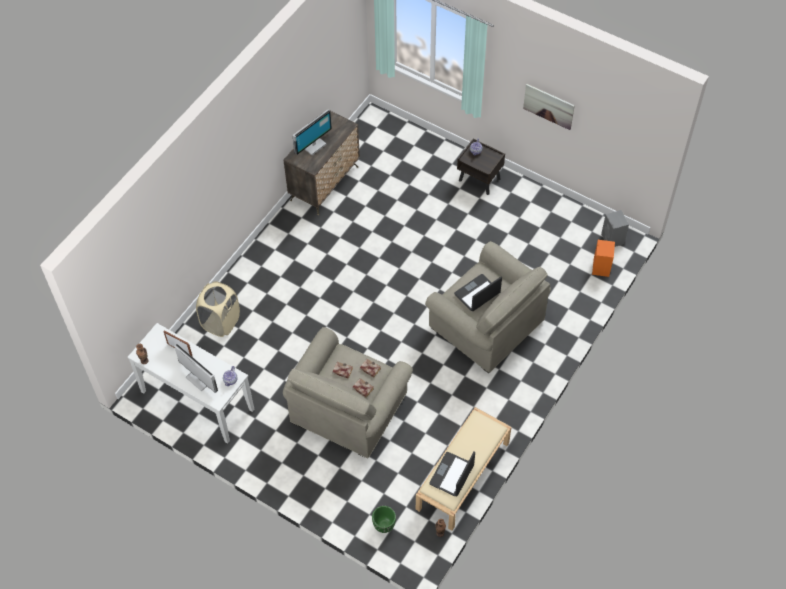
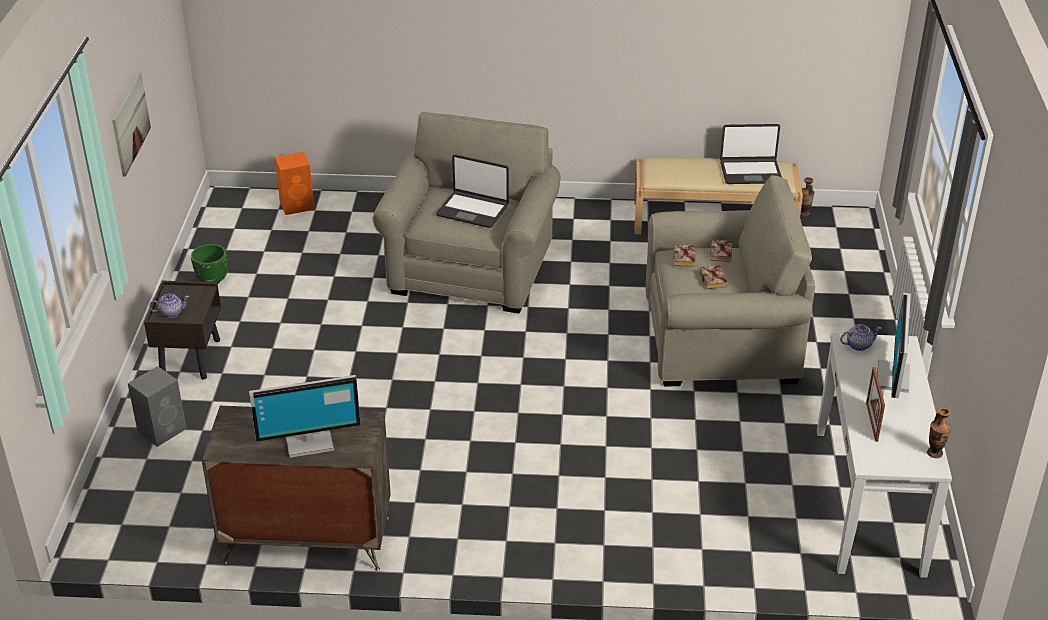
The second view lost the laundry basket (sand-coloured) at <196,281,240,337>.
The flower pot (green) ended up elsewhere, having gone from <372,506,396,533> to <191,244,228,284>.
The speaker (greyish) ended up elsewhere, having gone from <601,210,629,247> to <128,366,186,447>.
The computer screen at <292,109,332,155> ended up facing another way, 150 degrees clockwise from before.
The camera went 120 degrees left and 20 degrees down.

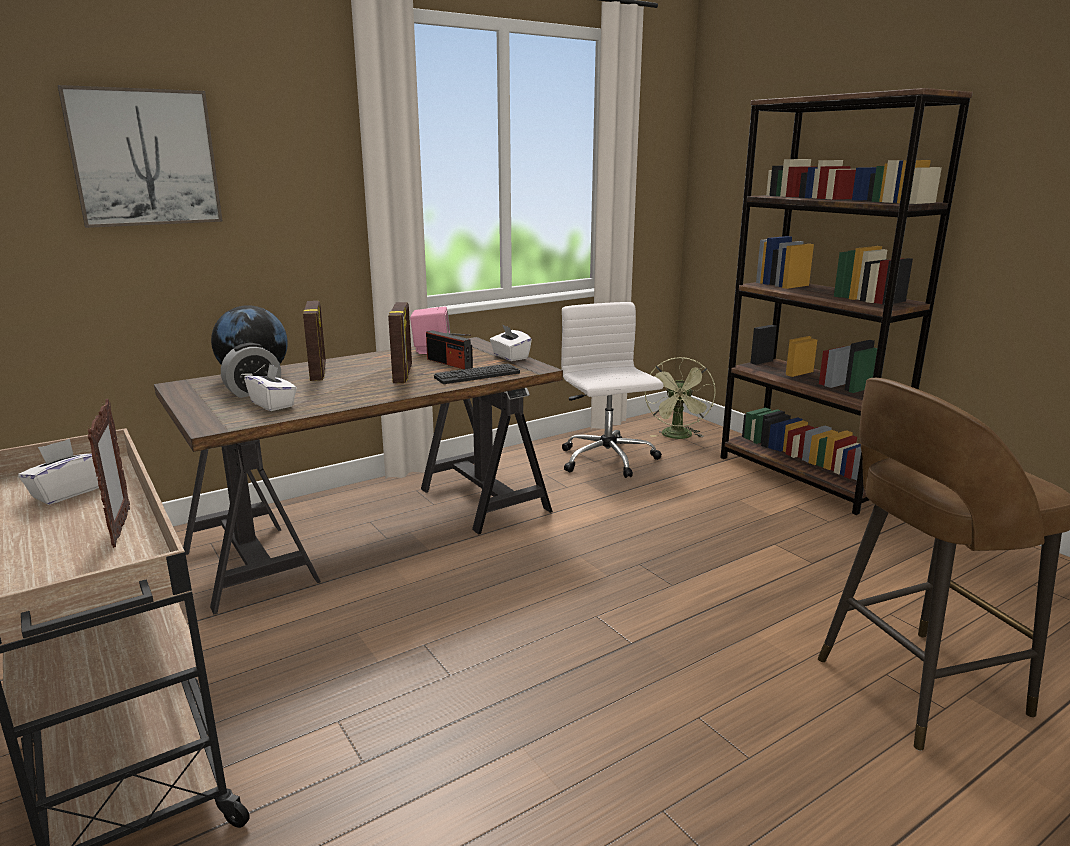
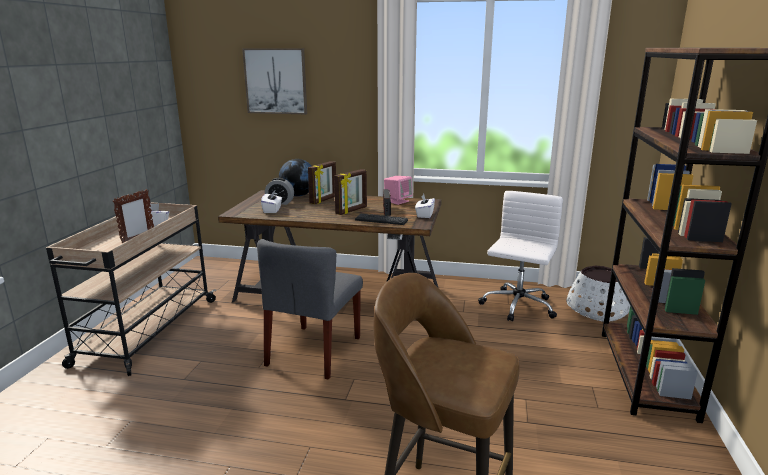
The second view gained the chair (greyish) at <257,239,363,380>.
Where the cooling fan (green) stood at <645,357,715,439>, the flower pot (whitish) came to stand at <567,266,630,322>.
The camera went 45 degrees right and 0 degrees up.

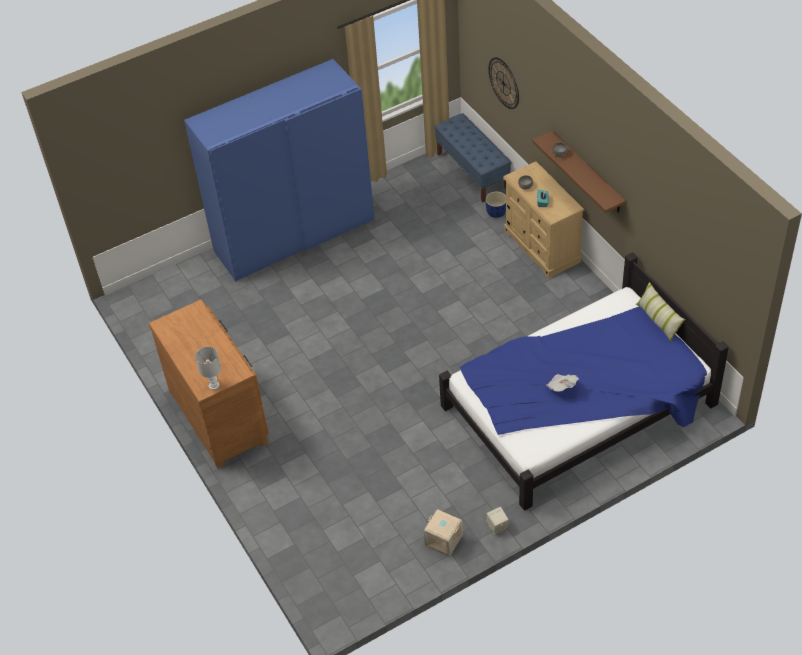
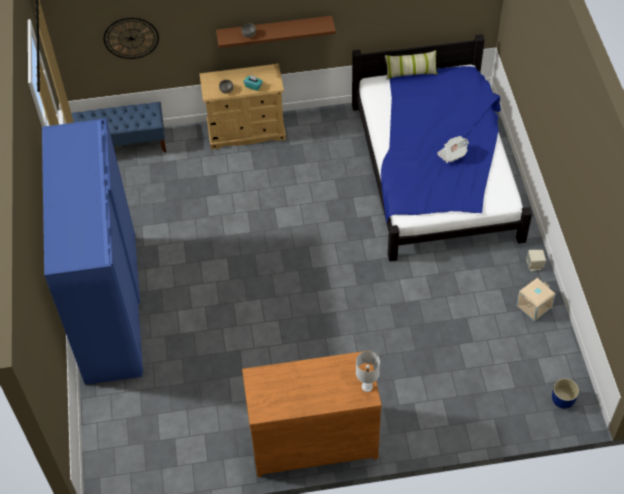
The flower pot (blue) ended up elsewhere, having gone from <486,191,506,218> to <552,378,579,409>.
The camera went 70 degrees left and 5 degrees up.

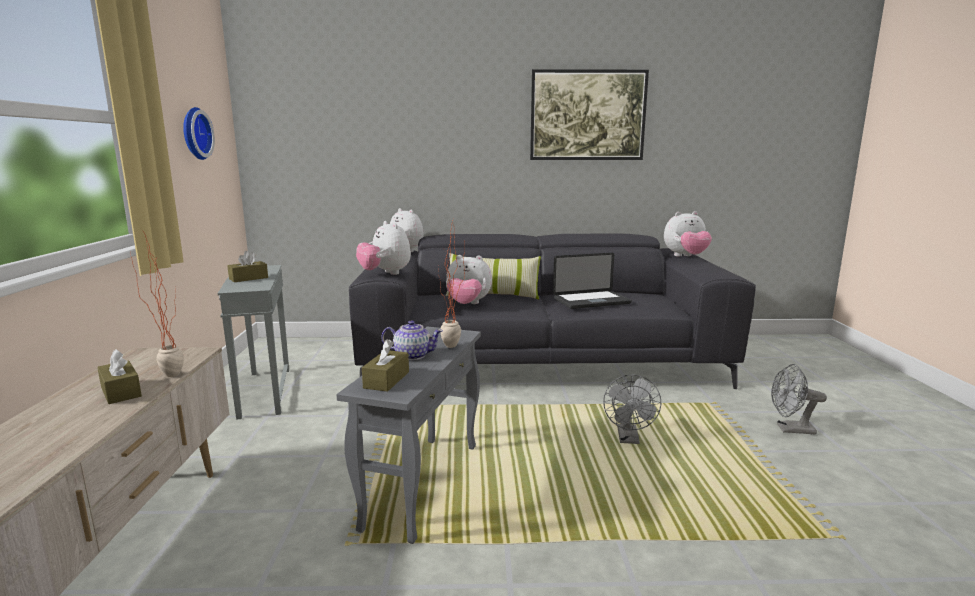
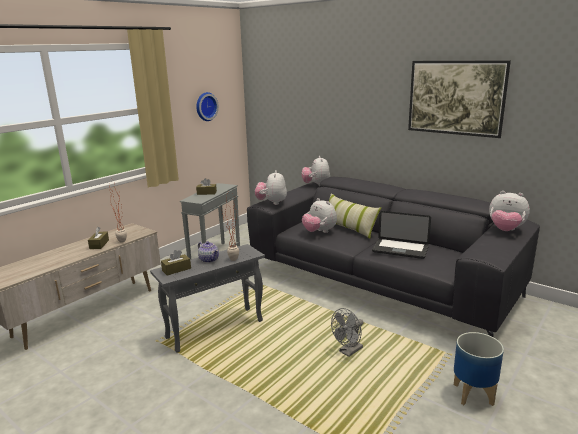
Where the cooling fan (greyish) stood at <771,364,827,434>, the flower pot came to stand at <454,332,504,406>.
The camera went 40 degrees right and 5 degrees up.

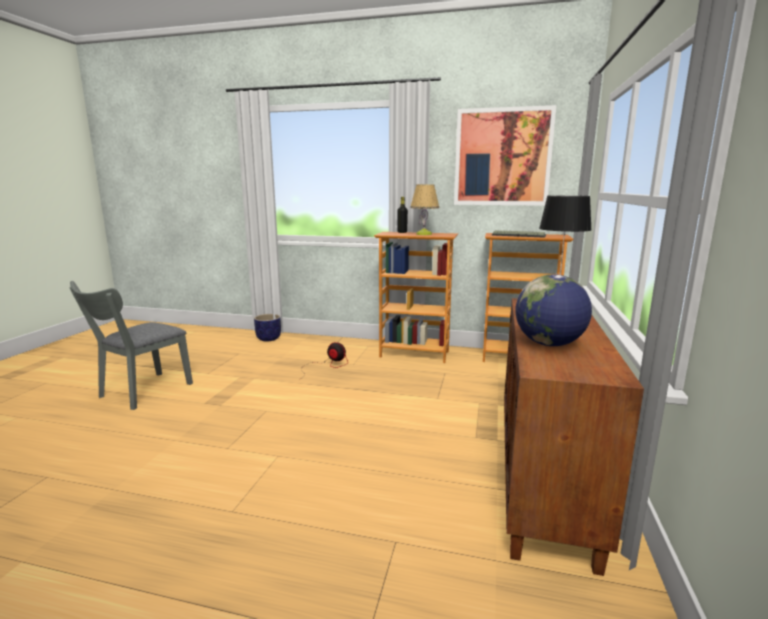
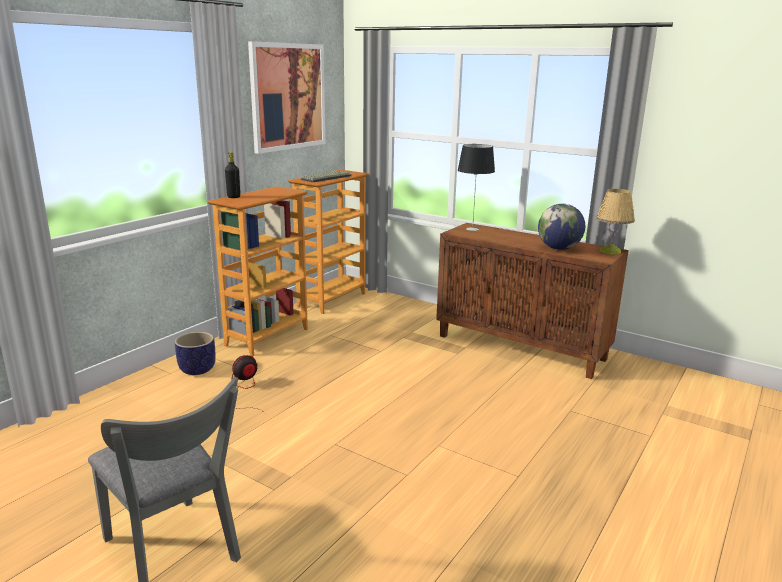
The flower pot ended up elsewhere, having gone from <254,314,281,341> to <175,332,216,375>.
The lamp for a table ended up elsewhere, having gone from <410,184,439,235> to <596,189,635,254>.
The camera went 70 degrees left and 5 degrees up.

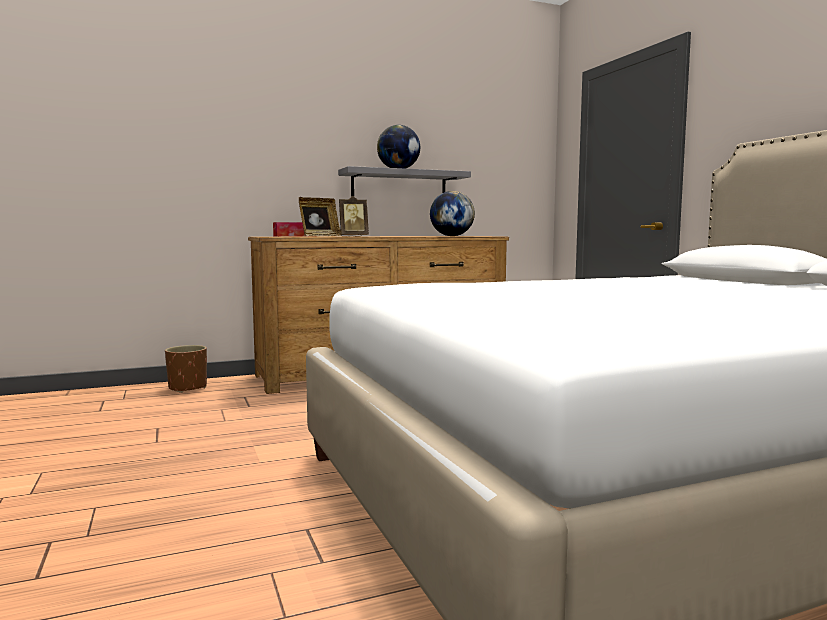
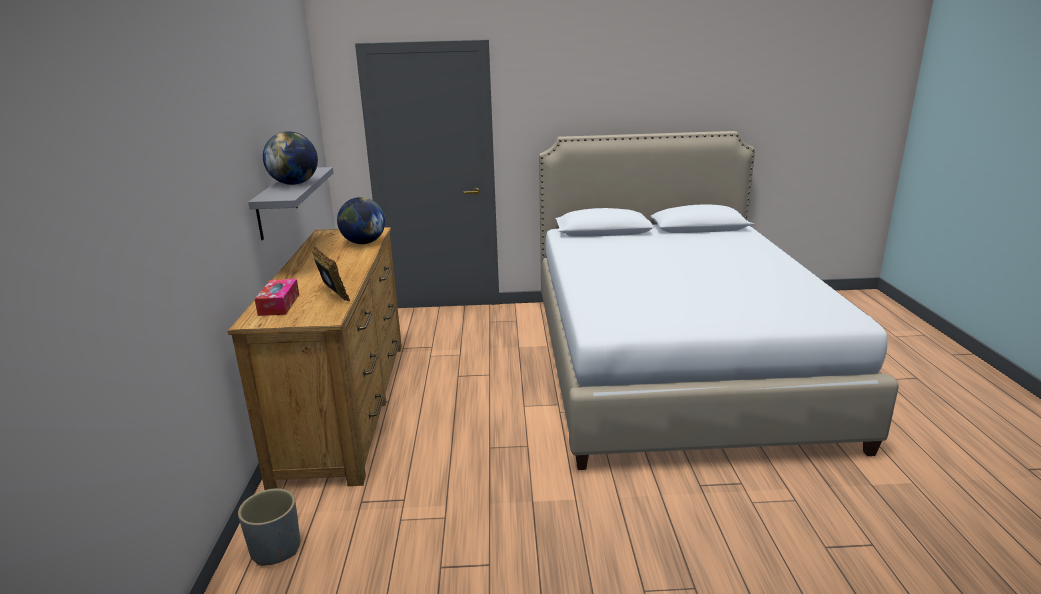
The second view lost the standing frame at <339,196,369,237>.
What was the flower pot (brown-coloured) at <165,345,207,393> turned into the flower pot (greyish) at <238,488,300,566>.
The camera went 70 degrees left and 15 degrees up.

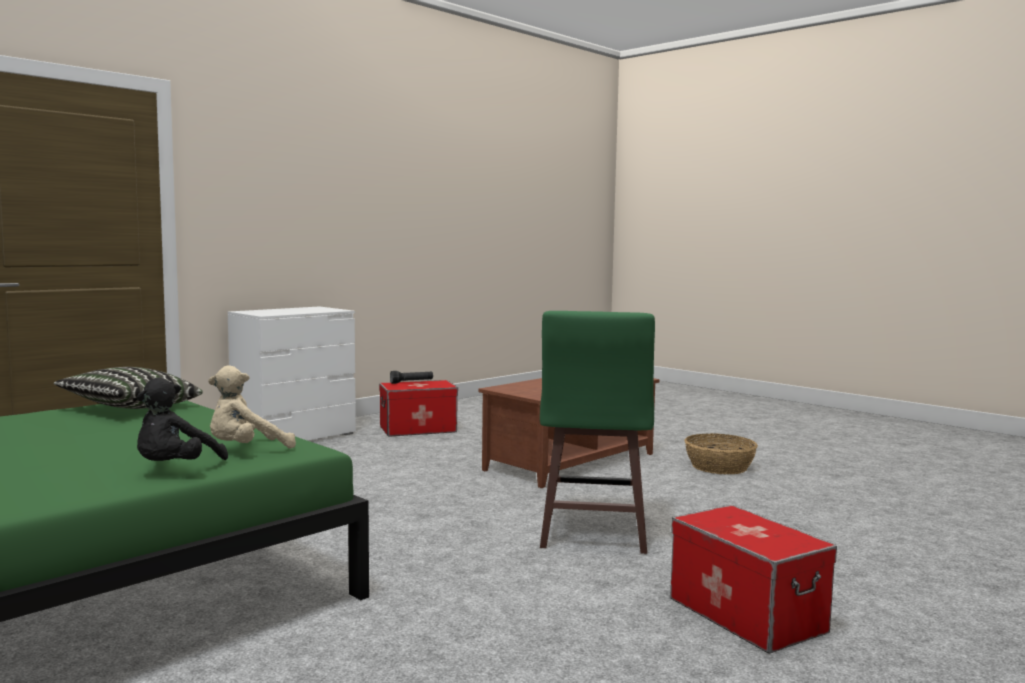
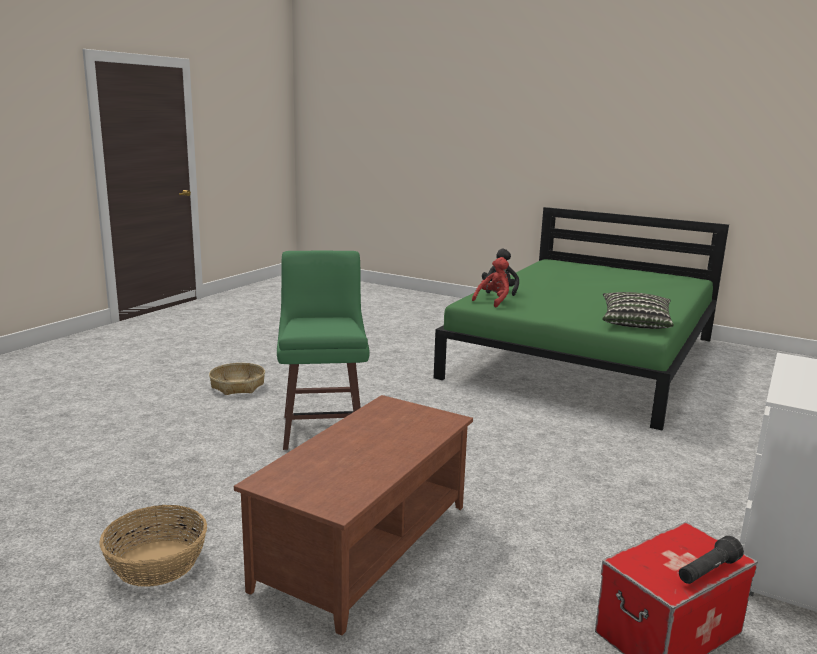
Where the storage bin stood at <670,505,837,654>, the basket came to stand at <209,363,265,395>.
What was the cuddly toy (sand-coloured) at <208,365,296,449> turned into the cuddly toy (red) at <472,257,509,307>.
The camera went 165 degrees right and 10 degrees up.

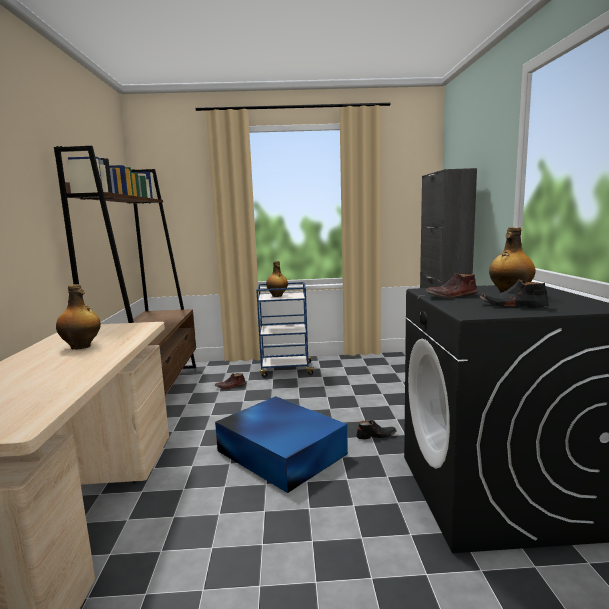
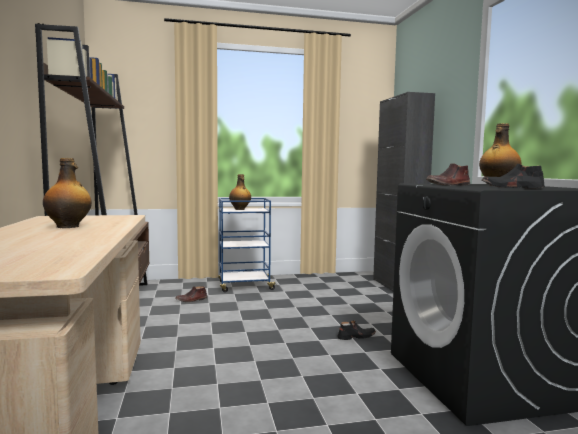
The second view lost the storage bin (blue) at <215,396,348,493>.
The camera went 10 degrees left and 5 degrees down.

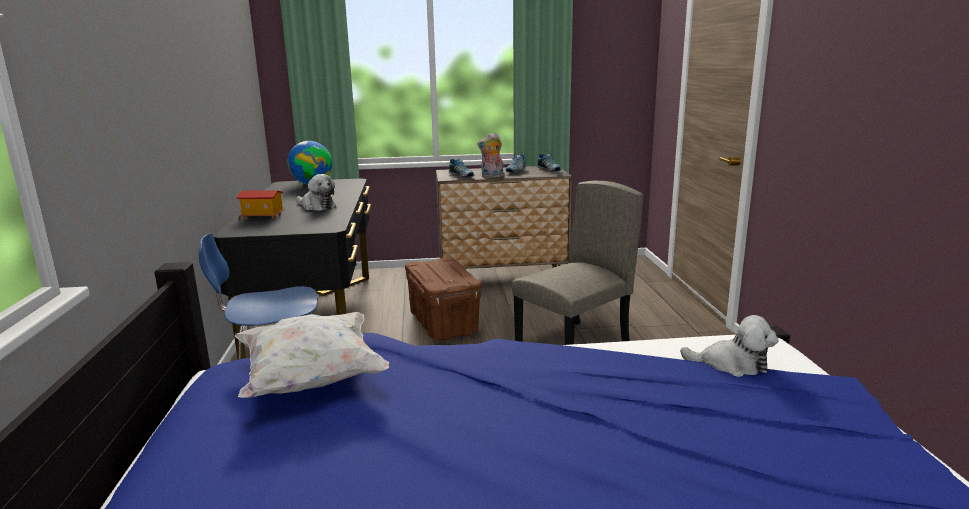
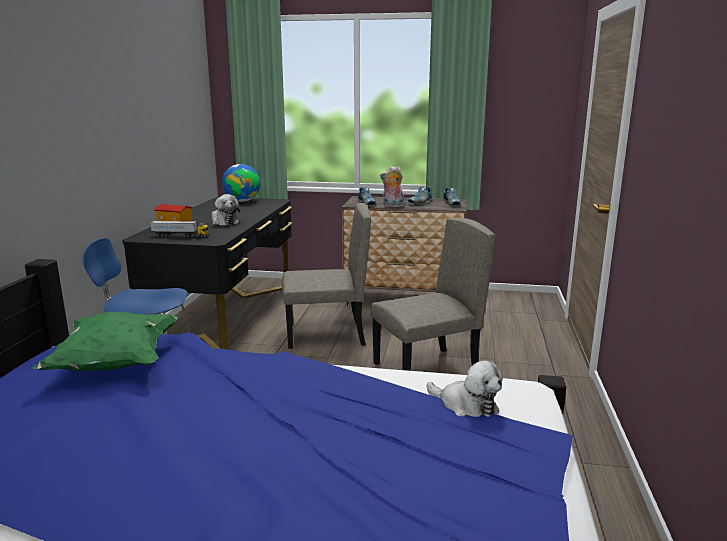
The second view gained the model truck at <150,221,209,237>.
Where the storage bin (brown-coloured) stood at <405,257,482,340>, the chair (sand-coloured) came to stand at <282,203,371,349>.
What was the pillow (whitish) at <235,312,389,398> turned into the pillow (green) at <32,311,179,371>.
The camera went 15 degrees right and 0 degrees up.

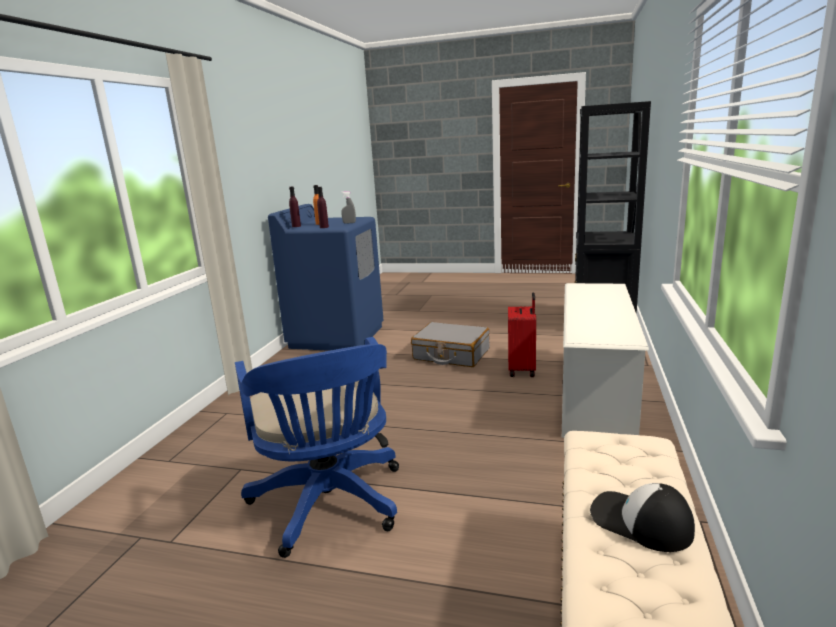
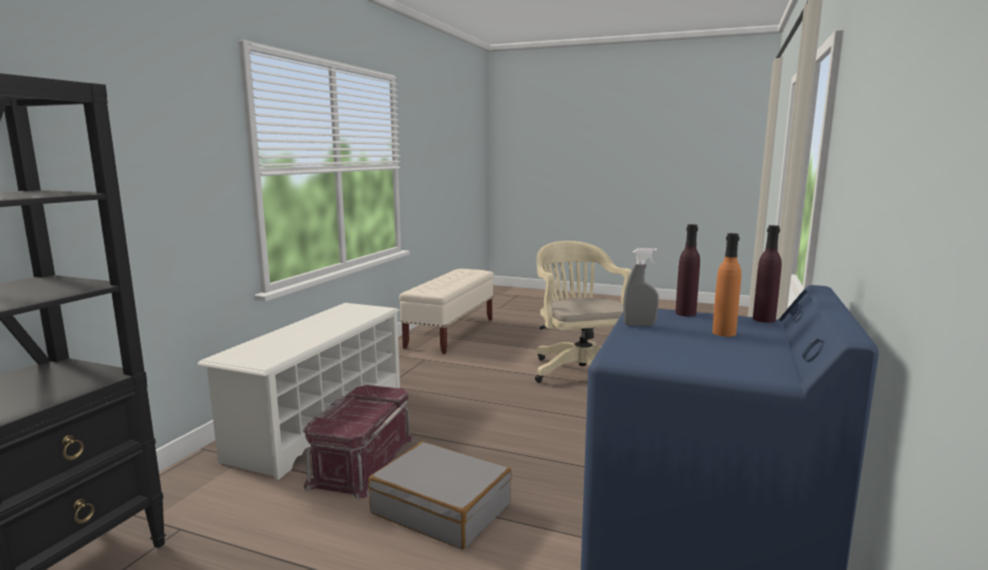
The second view lost the peaked cap at <590,483,695,552>.
Where the travel case (red) stood at <508,292,536,377>, the storage bin (red) came to stand at <303,385,414,499>.
What was the computer chair (blue) at <235,337,399,558> turned into the computer chair (sand-coloured) at <535,241,631,383>.
The camera went 175 degrees left and 5 degrees down.

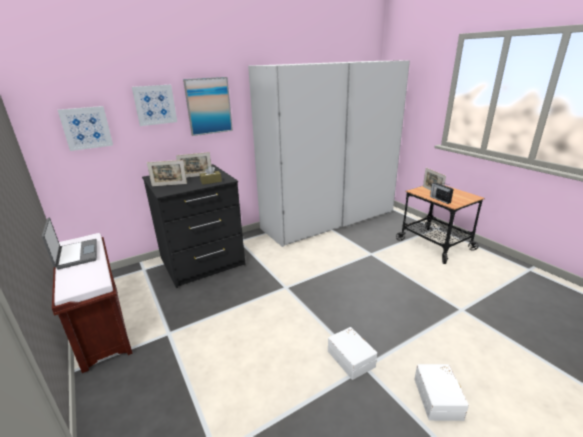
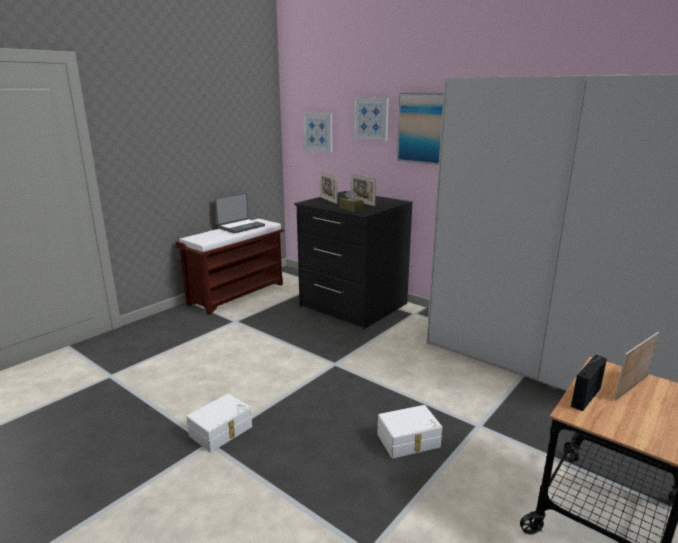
The storage bin (whitish) ended up elsewhere, having gone from <414,364,469,421> to <377,405,442,458>.
The camera went 70 degrees right and 5 degrees down.

